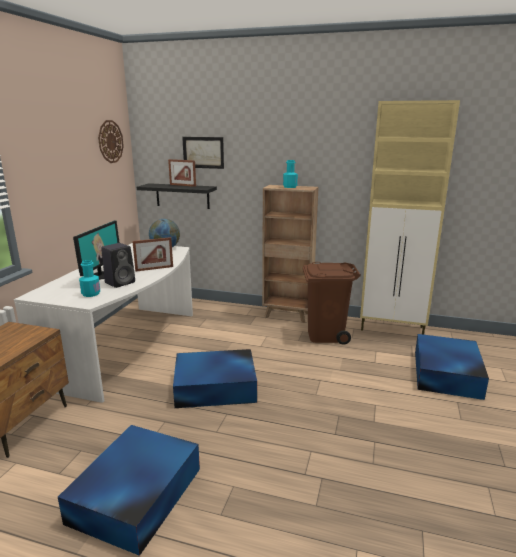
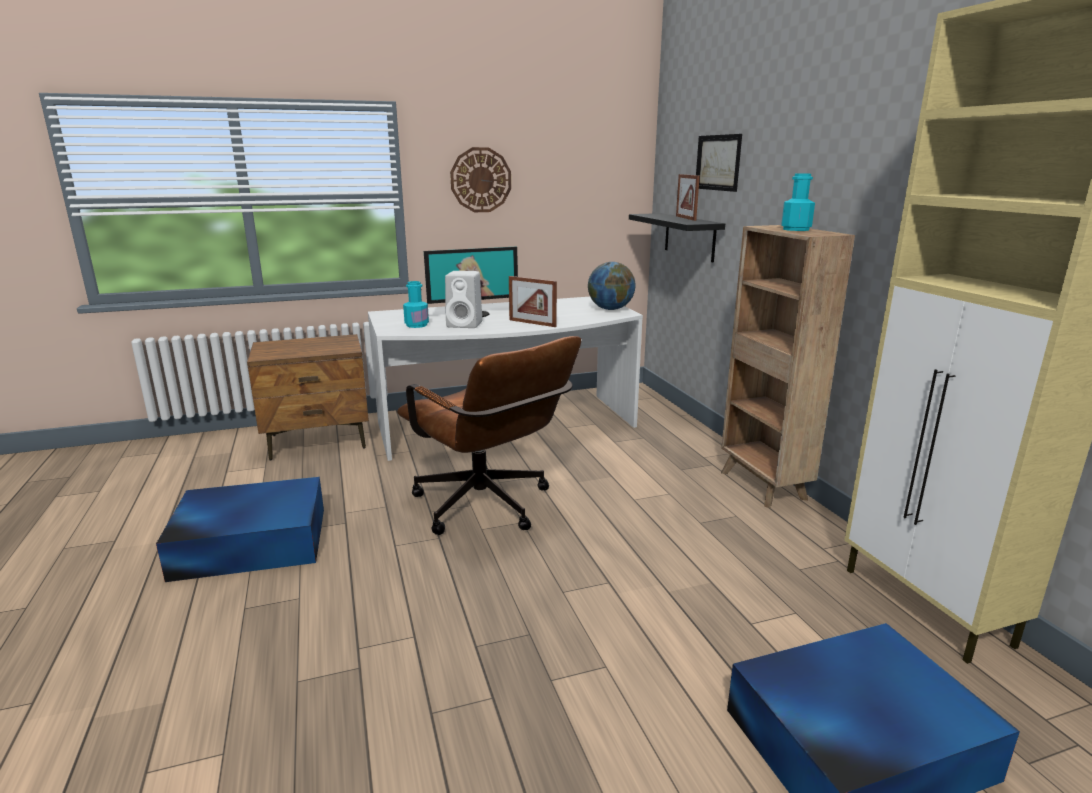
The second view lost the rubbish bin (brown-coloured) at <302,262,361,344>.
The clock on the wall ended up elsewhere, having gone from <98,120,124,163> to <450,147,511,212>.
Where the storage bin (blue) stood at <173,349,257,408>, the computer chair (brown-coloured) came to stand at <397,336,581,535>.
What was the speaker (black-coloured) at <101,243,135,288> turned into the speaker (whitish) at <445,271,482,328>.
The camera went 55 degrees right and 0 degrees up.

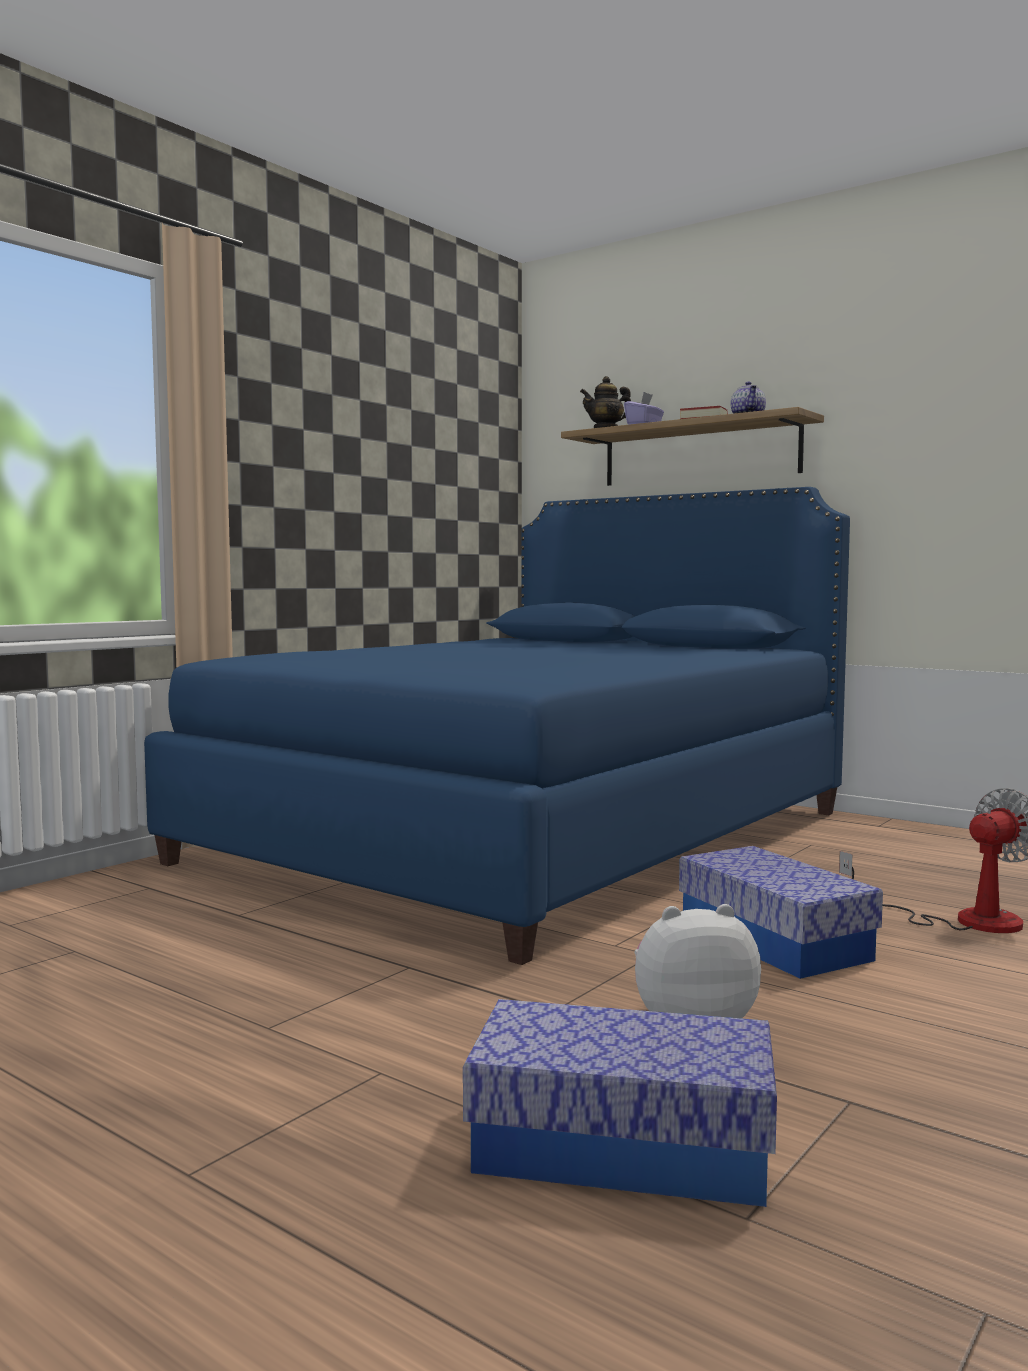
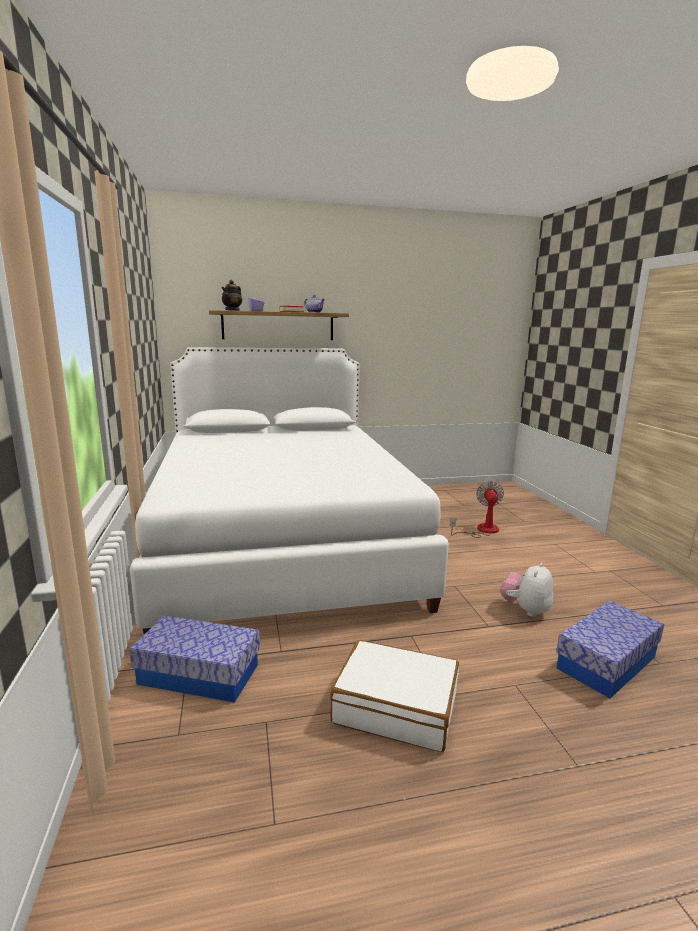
The second view gained the travel case (whitish) at <330,640,459,752>.
The storage bin ended up elsewhere, having gone from <679,846,883,979> to <129,616,260,703>.
What was the bed (blue) at <144,487,850,965> turned into the bed (whitish) at <130,347,449,634>.
The camera went 50 degrees left and 10 degrees up.

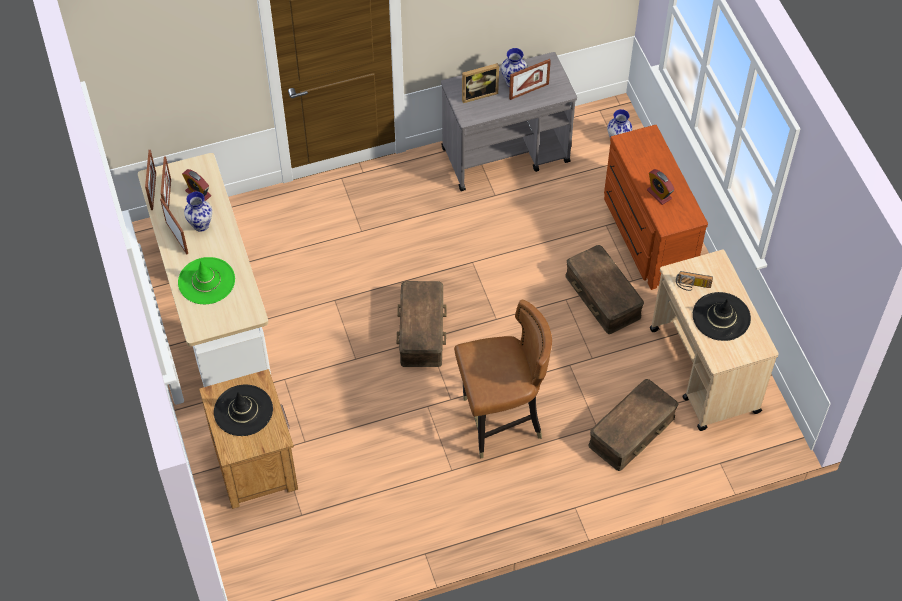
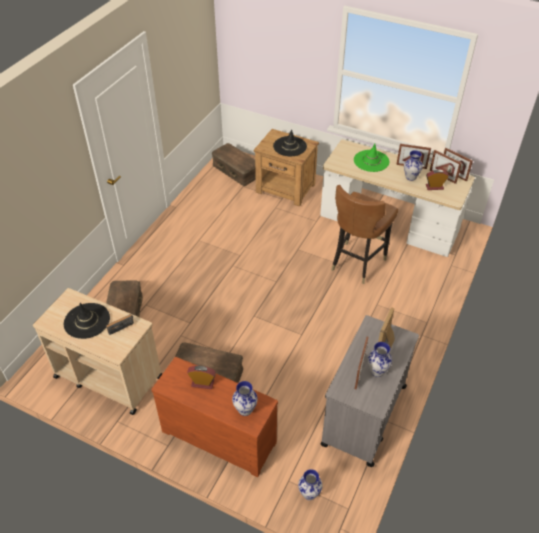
The second view gained the flower vase at <232,381,258,416>.
The storage bin (brown-coloured) ended up elsewhere, having gone from <397,281,447,367> to <212,143,256,186>.
The chair (brown-coloured) ended up elsewhere, having gone from <454,299,552,459> to <331,185,398,284>.
The camera went 135 degrees right and 10 degrees down.

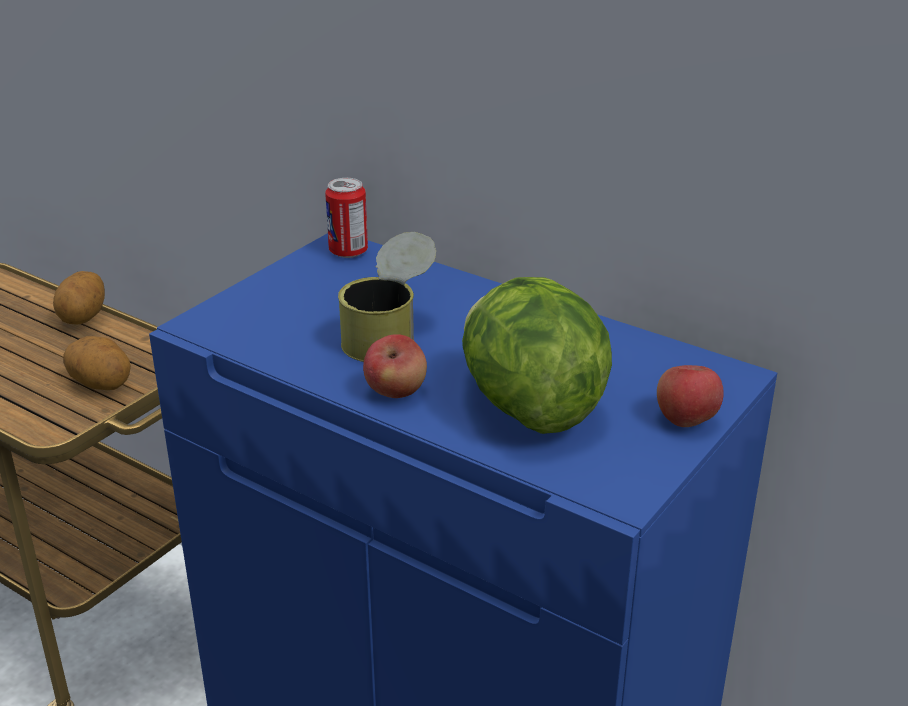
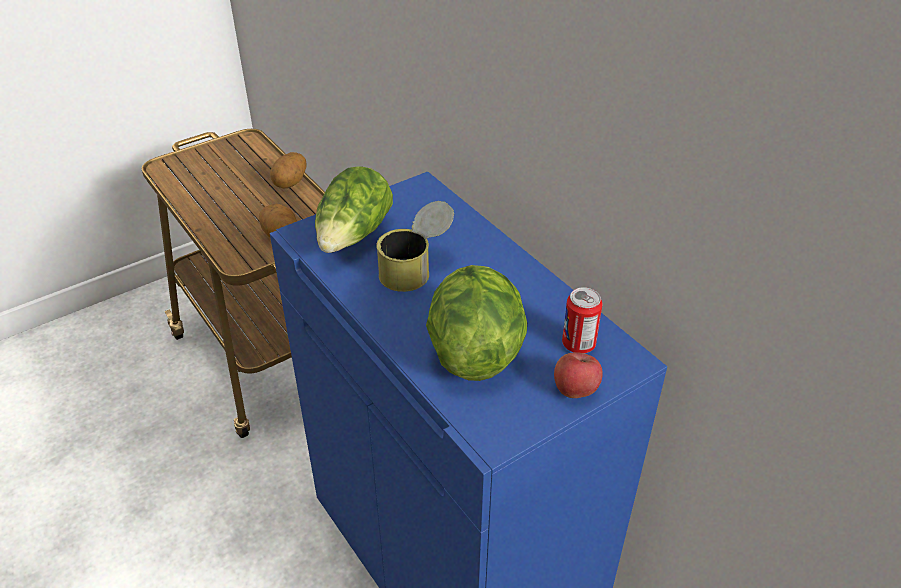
The second view lost the whole apple at <363,334,427,398>.
The second view gained the lettuce at <315,166,393,253>.
The metal can ended up elsewhere, having gone from <325,178,368,258> to <562,287,603,353>.
The camera went 20 degrees right and 10 degrees up.

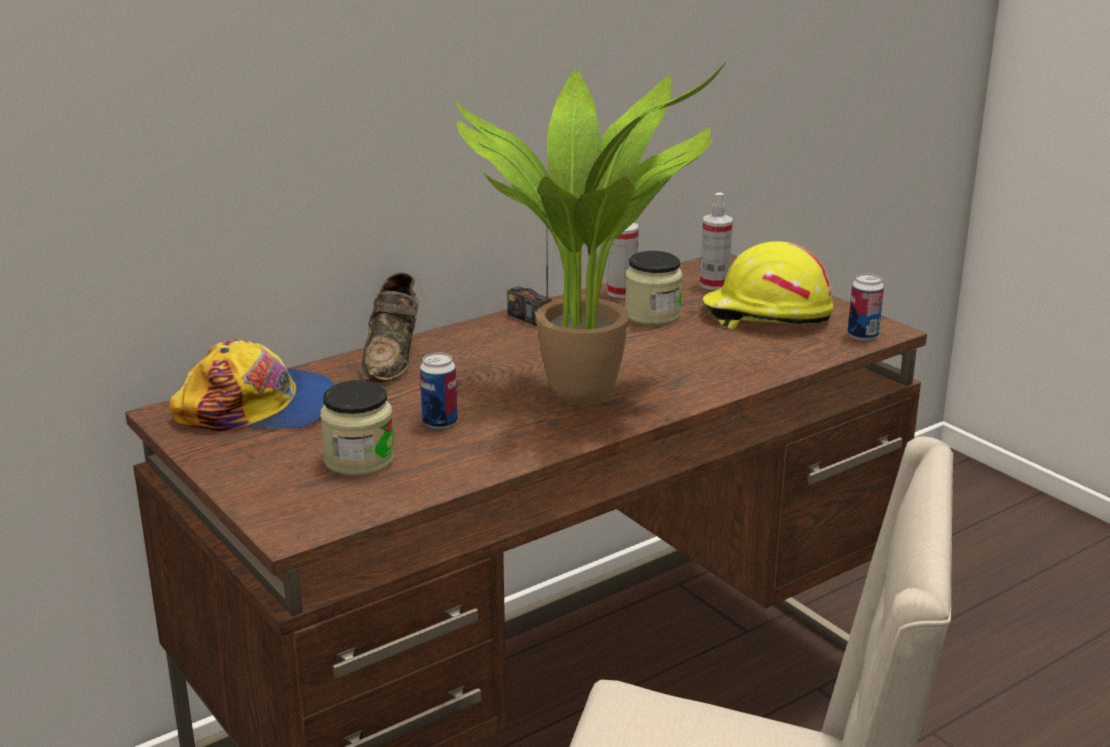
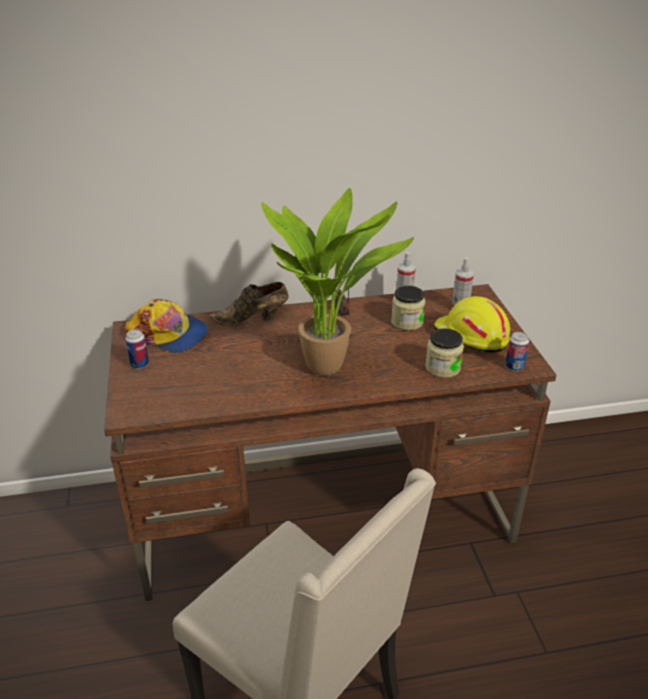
The jar ended up elsewhere, having gone from <320,380,395,476> to <425,328,464,378>.
The metal can ended up elsewhere, having gone from <420,353,457,429> to <125,329,149,369>.
The item of footwear (brown-coloured) at <360,273,419,383> ended up facing another way, 45 degrees clockwise from before.
The camera went 25 degrees right and 10 degrees up.

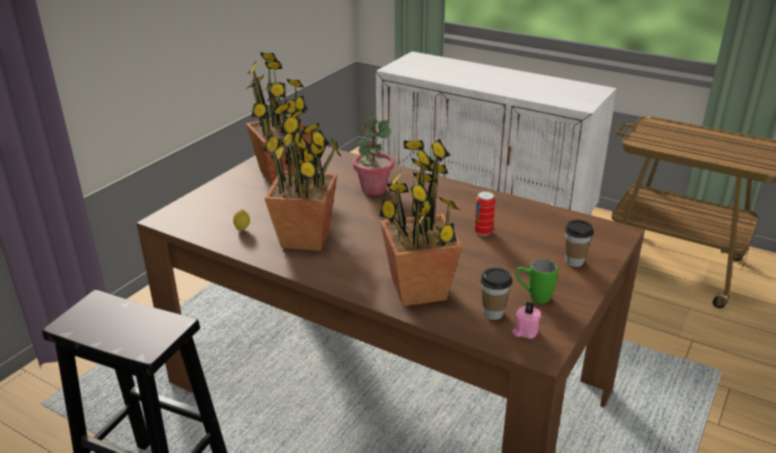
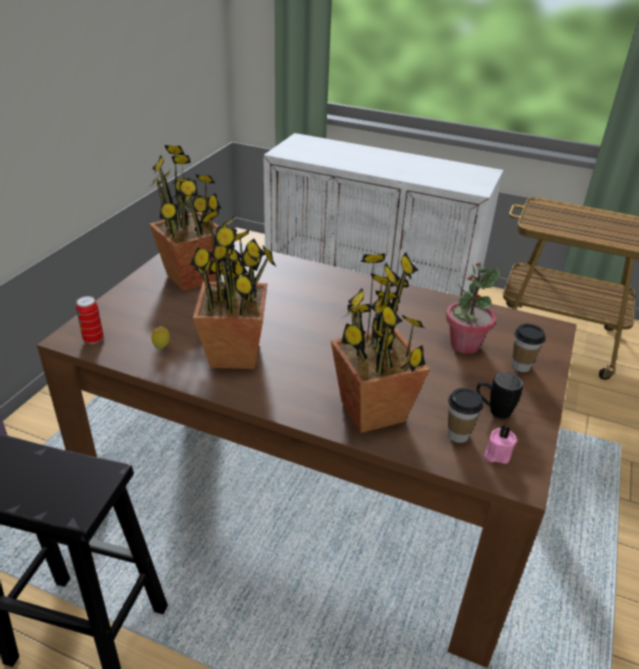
The plant in a pot ended up elsewhere, having gone from <353,116,394,195> to <446,263,500,354>.
The metal can ended up elsewhere, having gone from <474,191,495,236> to <76,296,104,344>.
What was the tea mug (green) at <516,259,558,304> turned into the tea mug (black-coloured) at <477,372,523,419>.
The camera went 10 degrees left and 5 degrees up.

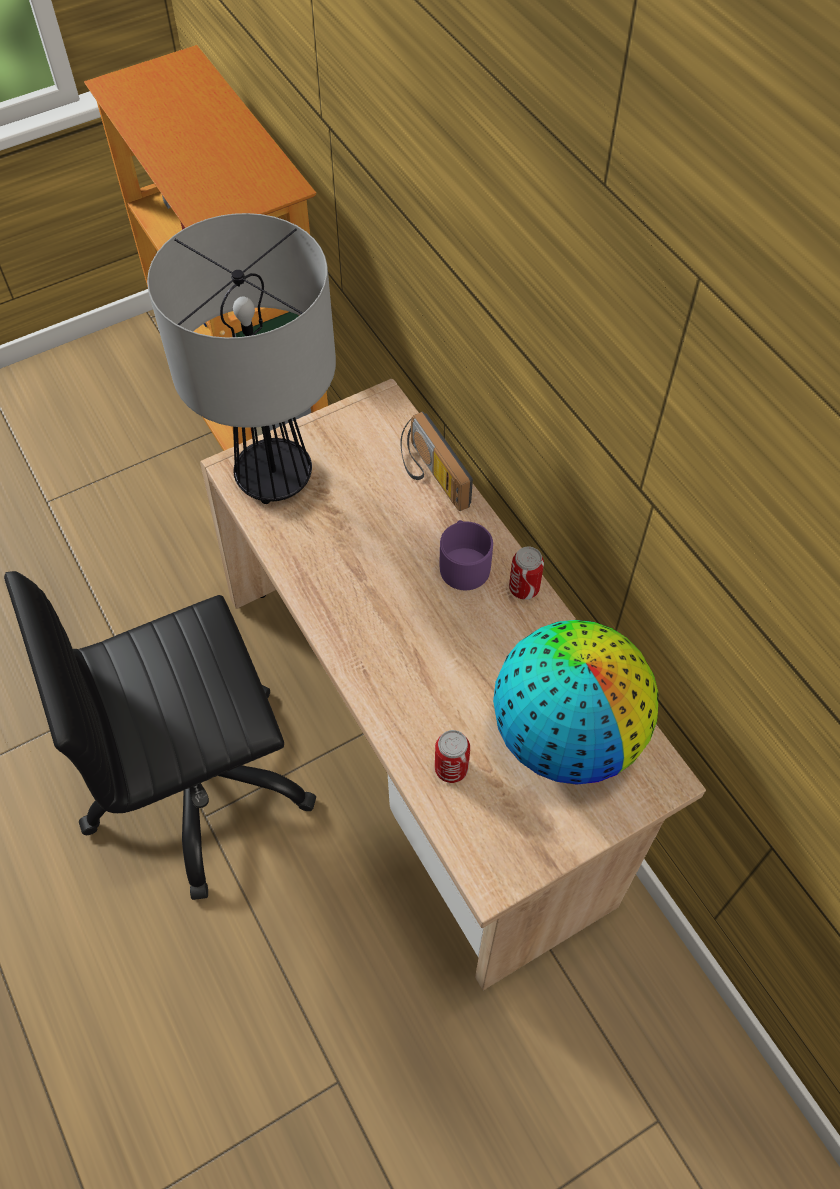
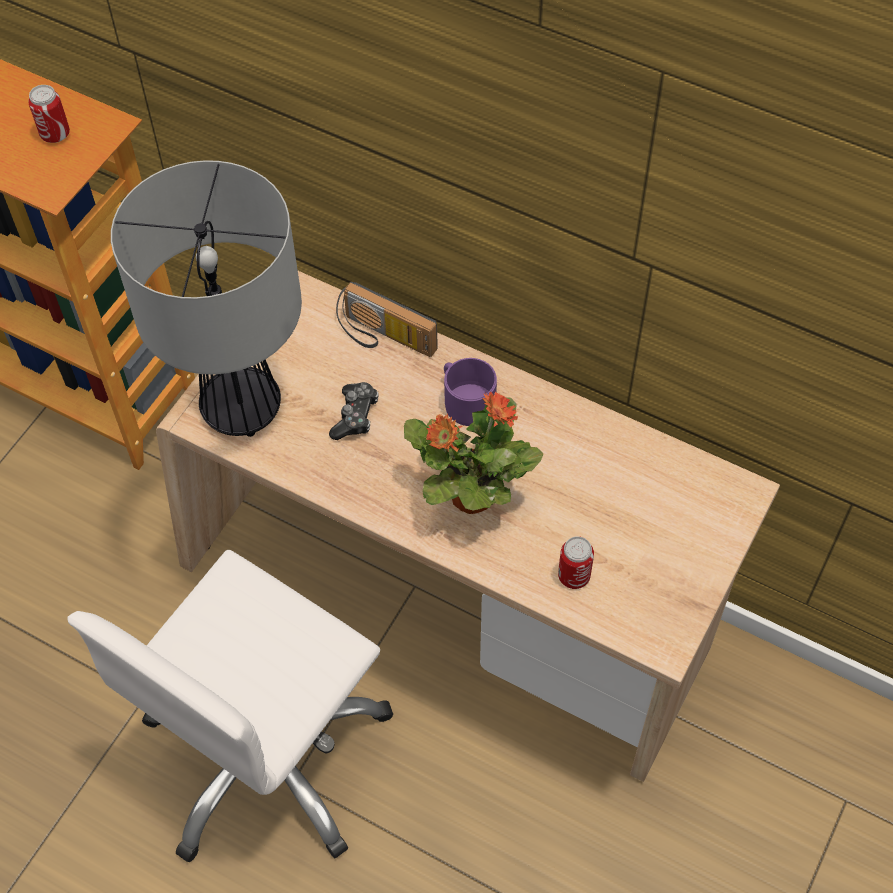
The second view lost the globe at <493,620,659,784>.
The second view gained the gamepad at <329,382,378,440>.
The second view gained the plant in a pot at <404,392,543,514>.
The metal can ended up elsewhere, having gone from <509,547,544,600> to <28,85,70,143>.
What was the computer chair (black-coloured) at <4,571,316,900> turned into the computer chair (whitish) at <68,550,393,862>.
The camera went 30 degrees left and 0 degrees up.

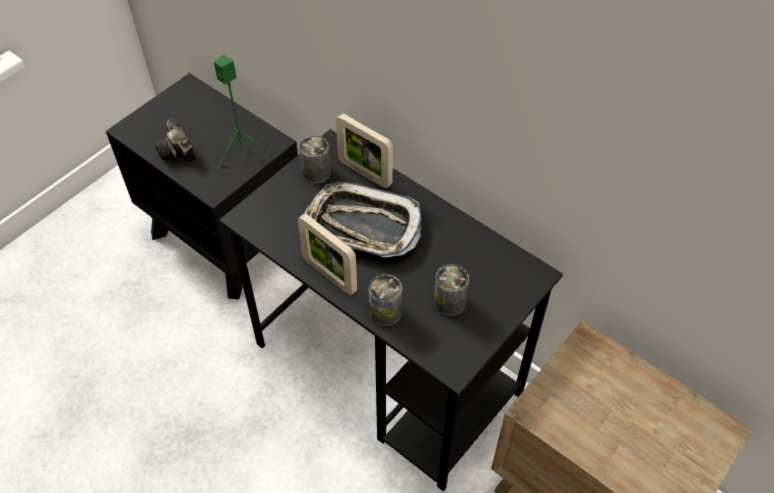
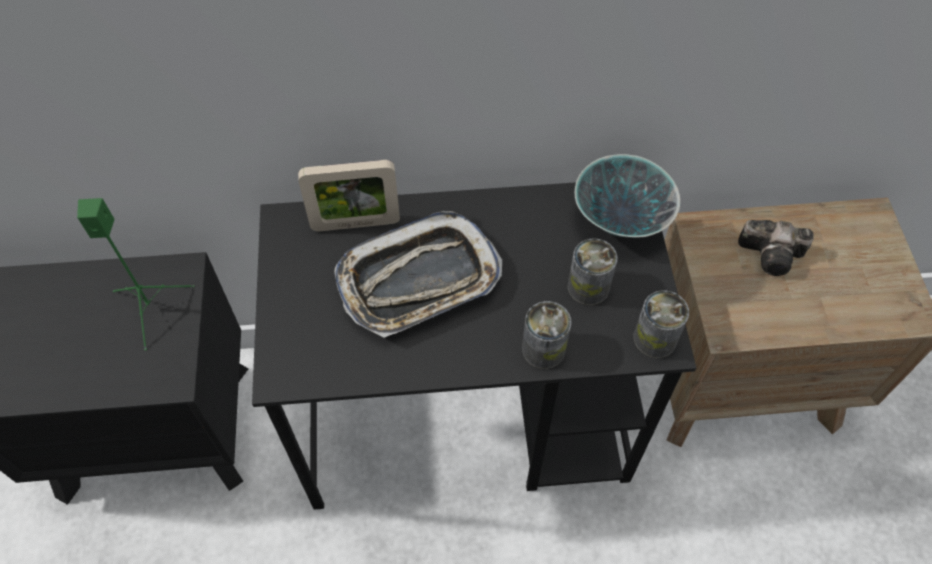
The second view lost the standing frame at <298,214,357,296>.
The second view gained the serving bowl at <575,154,680,238>.
The photo camera ended up elsewhere, having gone from <155,119,196,163> to <738,220,814,276>.
The metal can ended up elsewhere, having gone from <299,135,331,183> to <633,290,689,358>.
The camera went 45 degrees left and 5 degrees up.

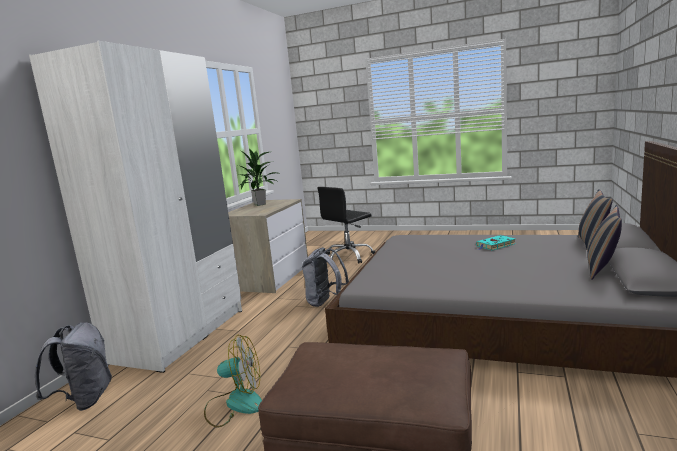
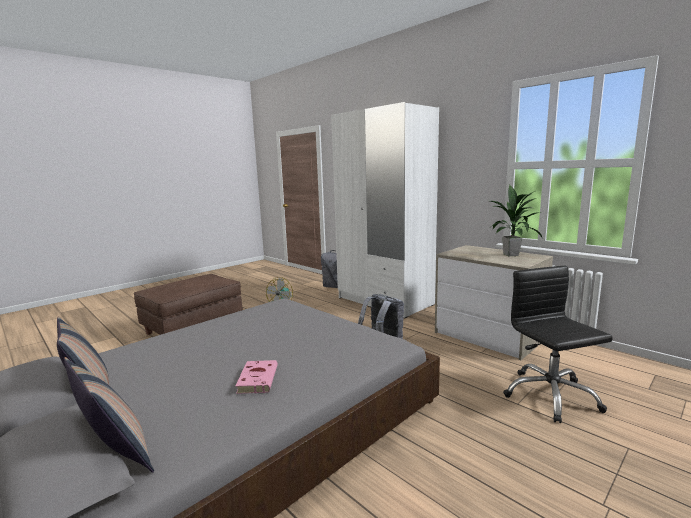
What was the bound book (turquoise) at <476,235,516,250> turned into the bound book (pinkish) at <235,360,278,394>.
The camera went 115 degrees right and 0 degrees up.

